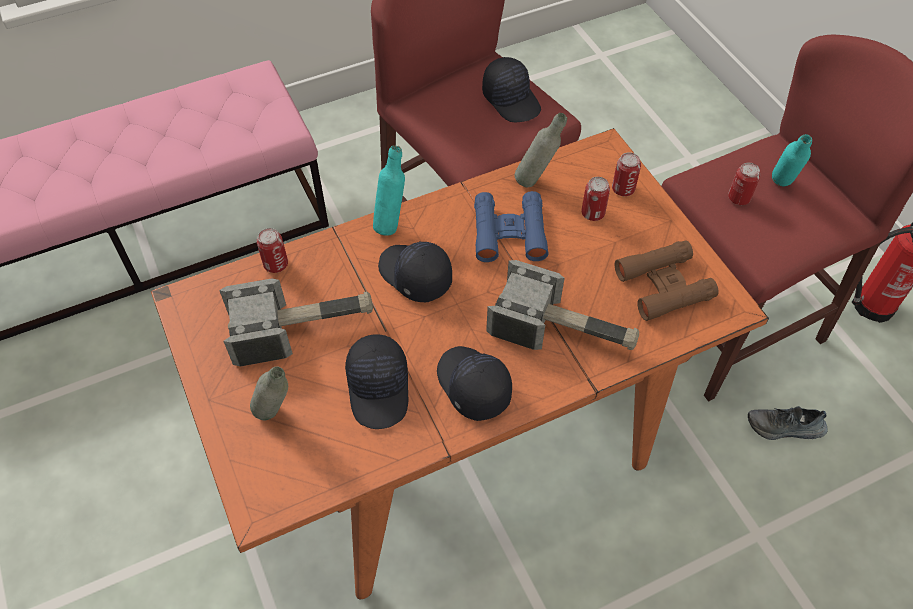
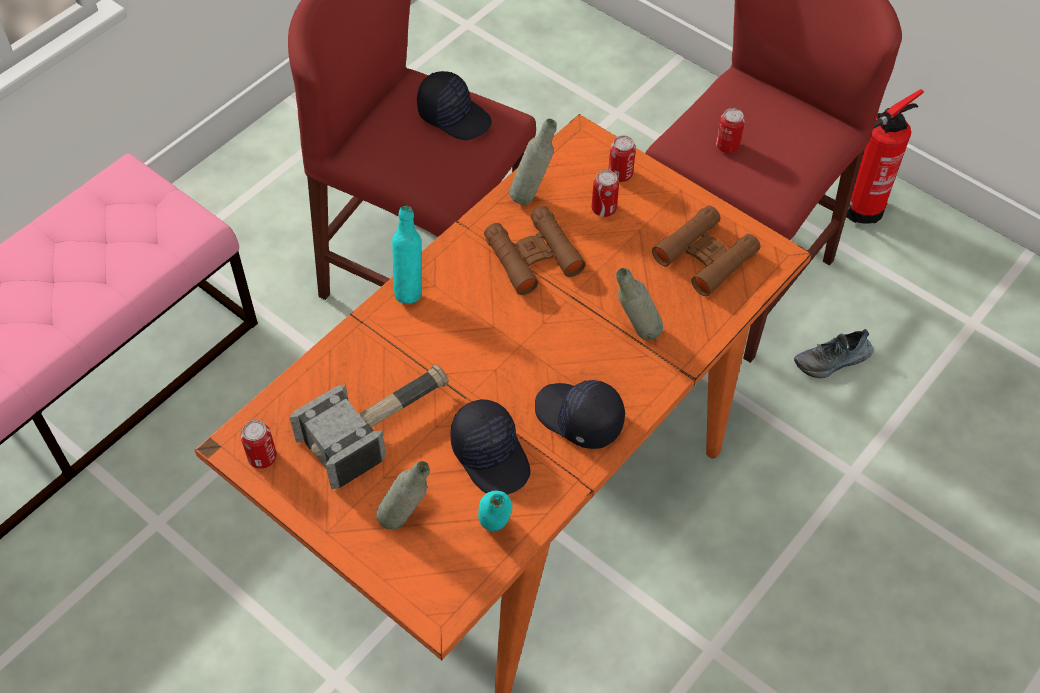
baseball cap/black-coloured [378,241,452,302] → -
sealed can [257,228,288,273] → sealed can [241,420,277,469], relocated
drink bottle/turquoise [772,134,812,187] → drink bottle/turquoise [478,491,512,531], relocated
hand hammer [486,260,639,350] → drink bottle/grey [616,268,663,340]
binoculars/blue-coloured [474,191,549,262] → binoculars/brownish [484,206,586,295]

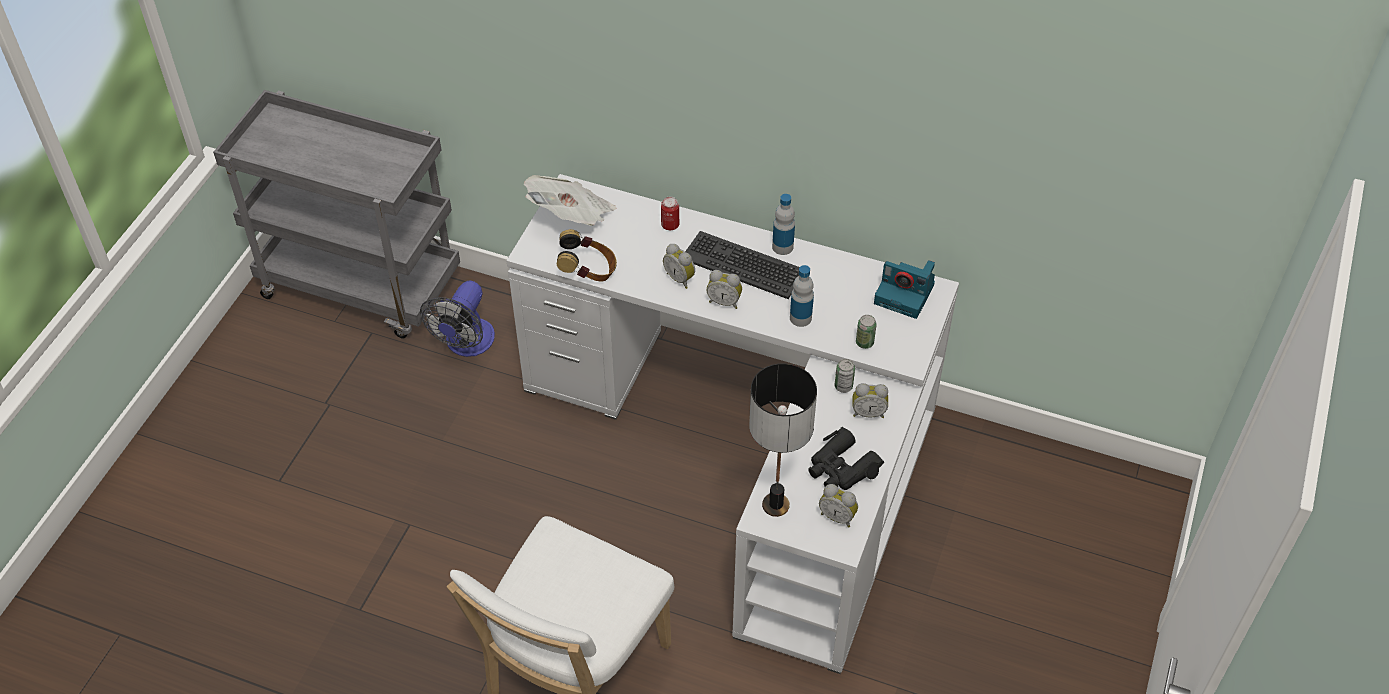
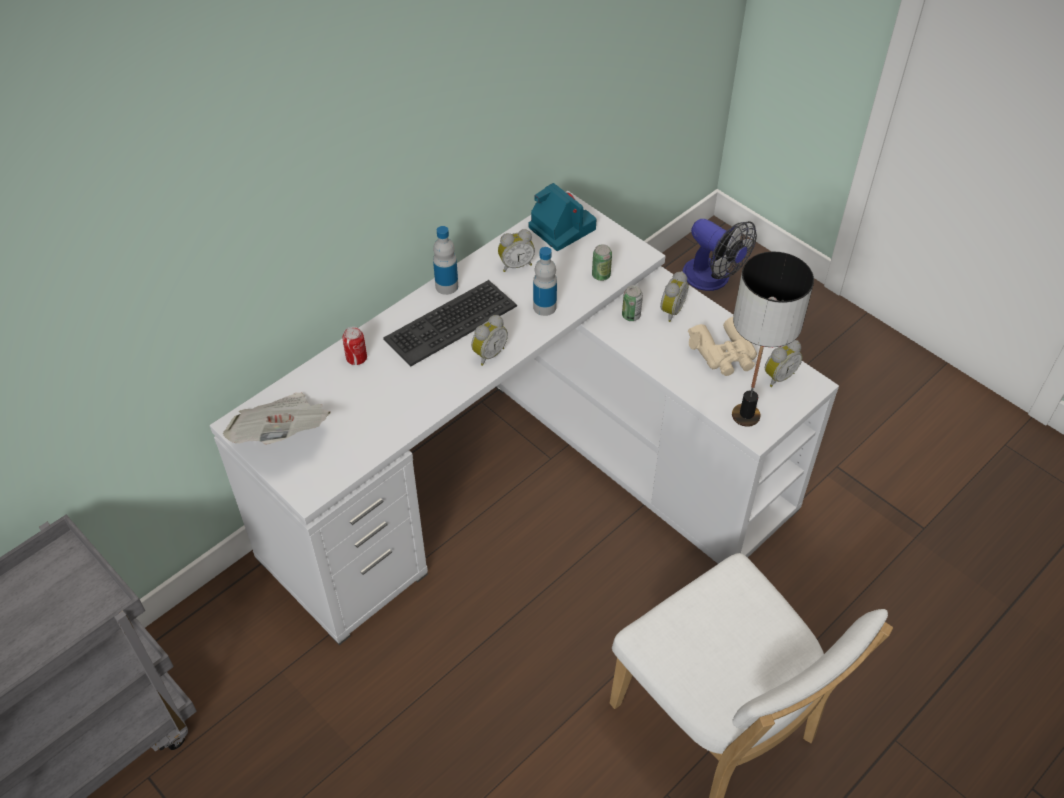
pair of headphones [557,229,617,281] → -
fan [420,281,495,357] → fan [683,219,757,291], relocated
alarm clock [663,244,695,289] → alarm clock [498,229,535,272], relocated
binoculars/black-coloured [808,427,884,490] → binoculars/beige-coloured [688,317,757,376]
still camera [874,260,935,319] → still camera [528,183,597,251], 90 degrees counterclockwise

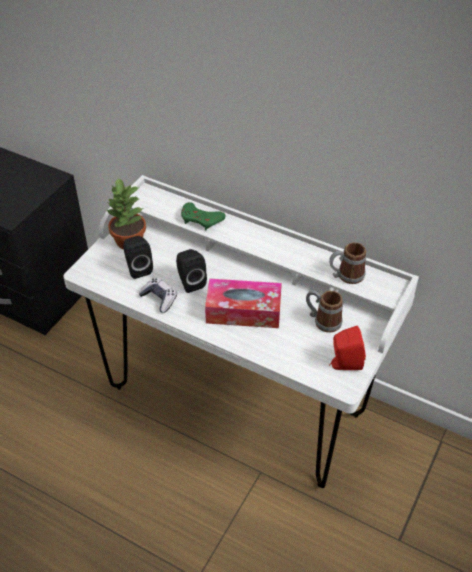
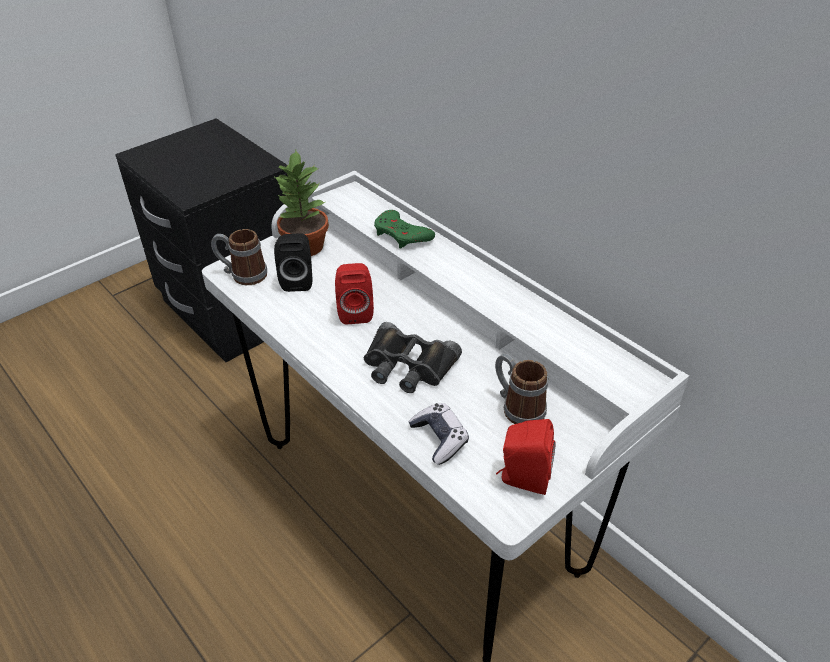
game controller [138,278,177,313] → game controller [408,403,469,465], relocated
mug [329,242,367,284] → mug [211,229,267,285], relocated
tissue box [205,279,282,328] → binoculars/black-coloured [364,322,462,393]
audio speaker/black-coloured [176,249,207,293] → audio speaker/red-coloured [335,263,374,325]

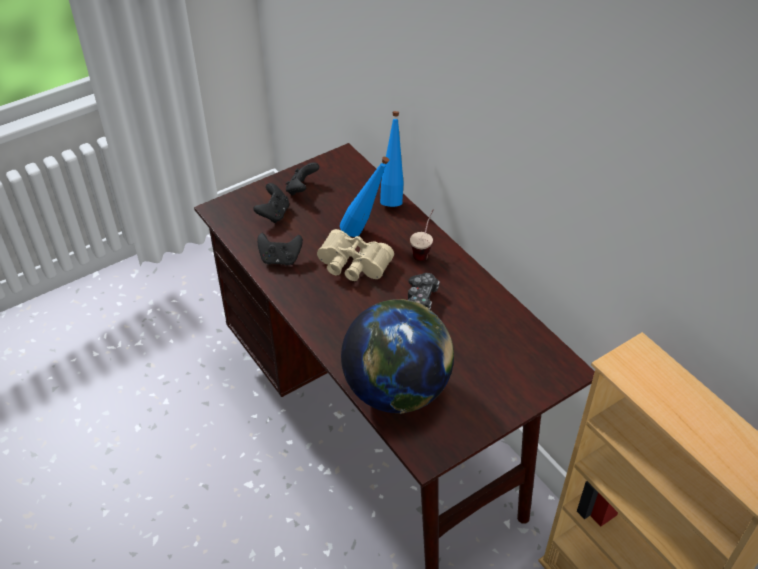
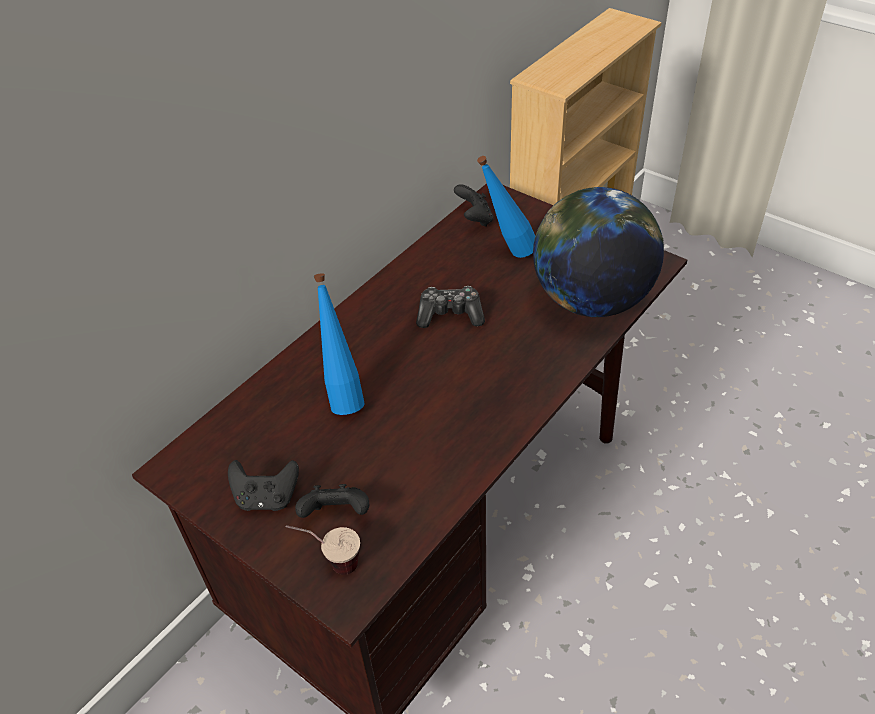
binoculars/beige-coloured [317,229,394,281] → -
game controller/black-coloured [257,233,303,265] → game controller/black-coloured [454,184,493,227], relocated
drink bottle/blue-coloured [380,111,404,207] → drink bottle/blue-coloured [477,156,535,258], relocated
small cup [410,209,434,261] → small cup [286,525,360,575], relocated

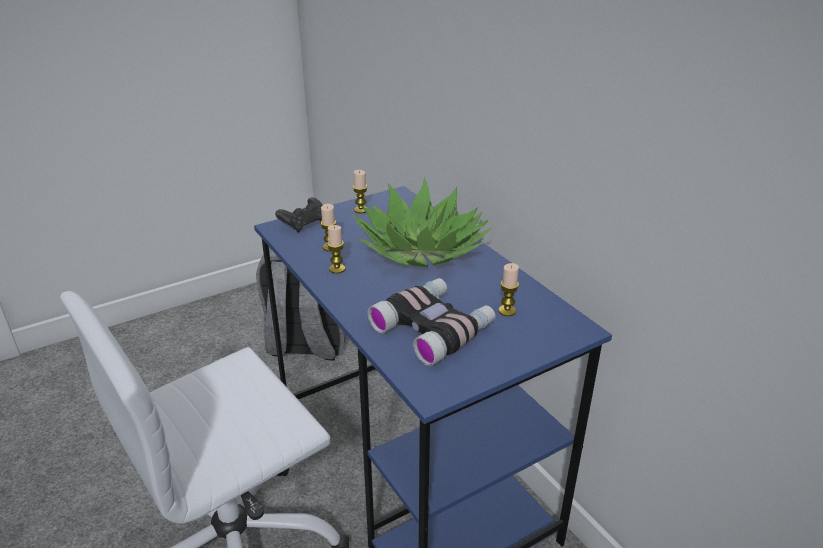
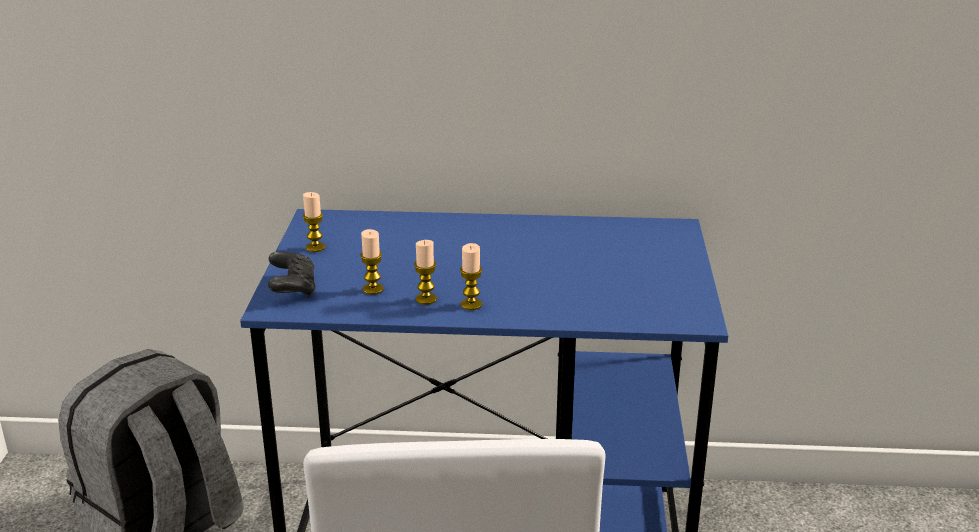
houseplant [352,177,492,267] → -
binoculars [367,278,496,366] → -
wax light [498,263,519,316] → wax light [460,243,482,310], relocated

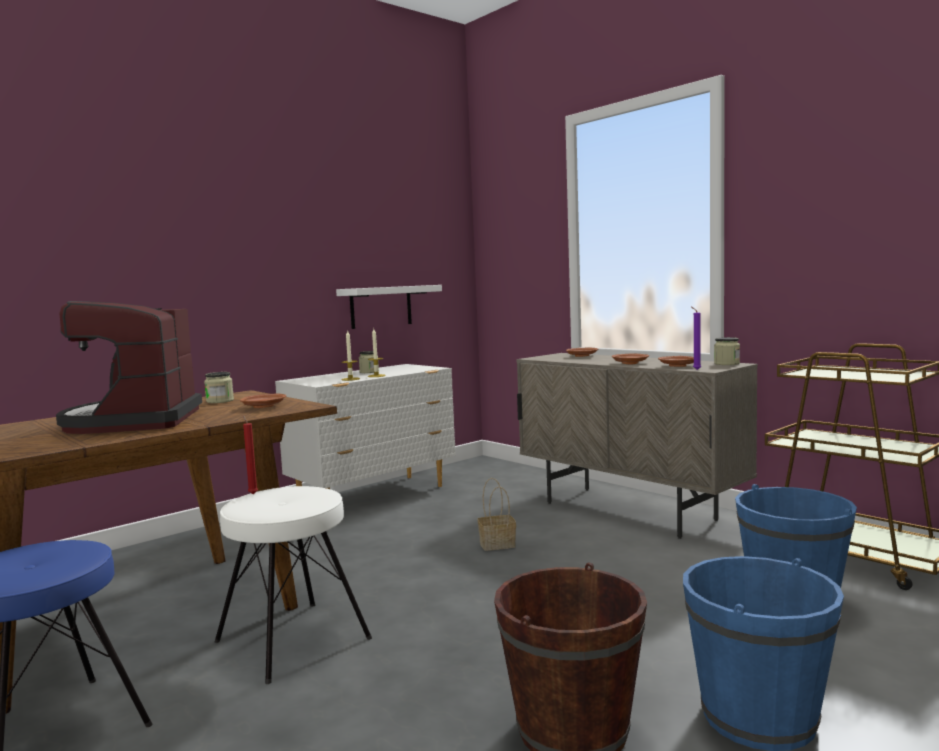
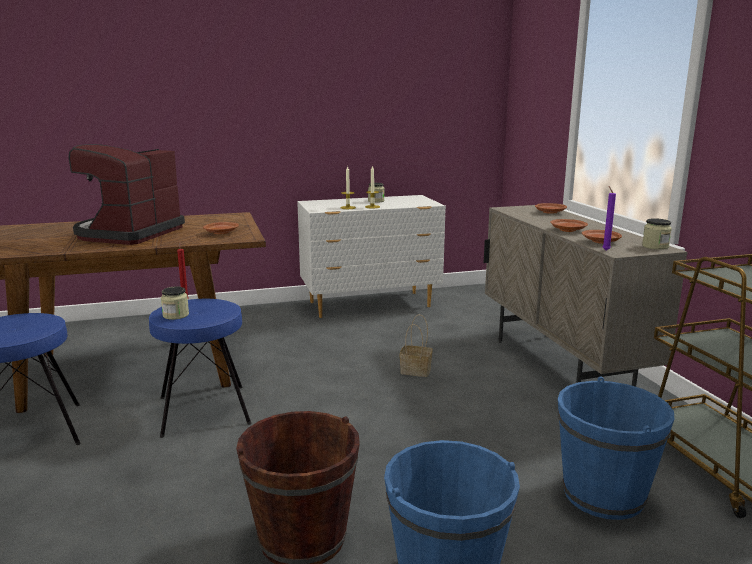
wall shelf/white-coloured [336,285,442,329] → -
preserve jar [204,372,234,403] → preserve jar [161,286,189,320], relocated
stool/white-coloured [215,486,372,684] → stool/blue-coloured [149,299,252,438]

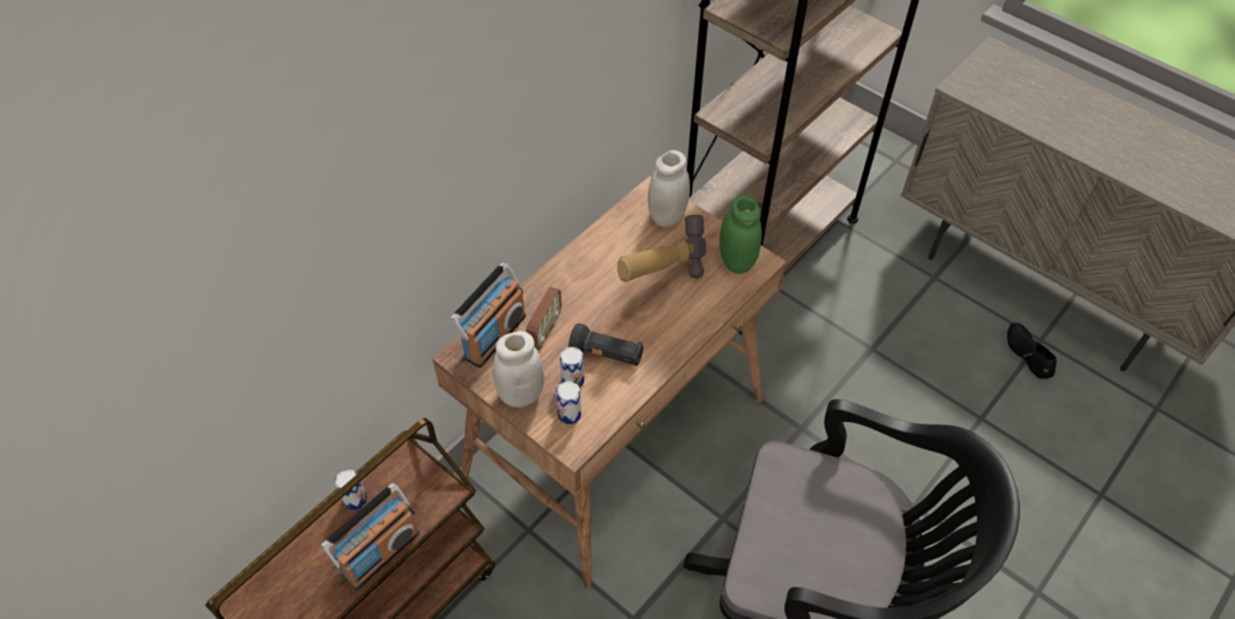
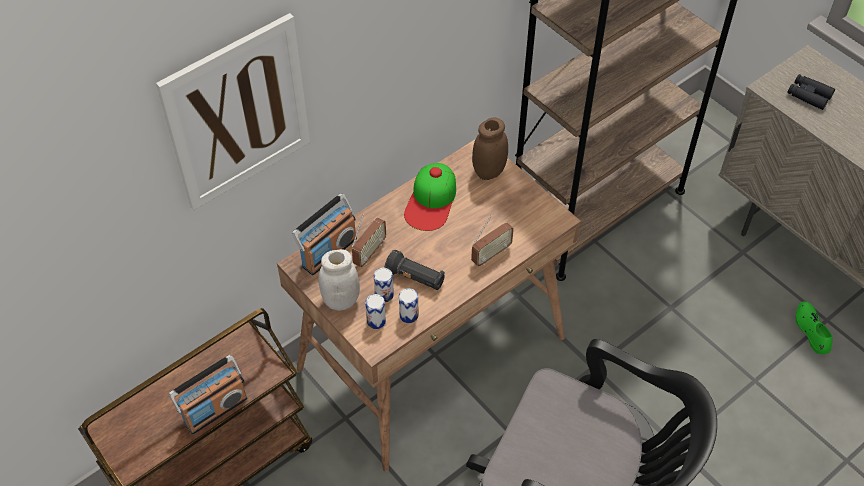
hand hammer [617,215,706,282] → -
preserve jar/green-coloured [719,195,762,274] → -
- → picture [156,13,310,210]
- → baseball cap [404,163,456,231]
- → radio set [471,216,514,266]
- → binoculars/black-coloured [787,74,835,110]
sealed can [335,470,367,510] → sealed can [399,288,419,323], relocated
preserve jar/white-coloured [648,150,690,227] → preserve jar/brownish [472,118,508,180]
item of footwear/black-coloured [1007,323,1057,379] → item of footwear/green-coloured [796,301,833,354]

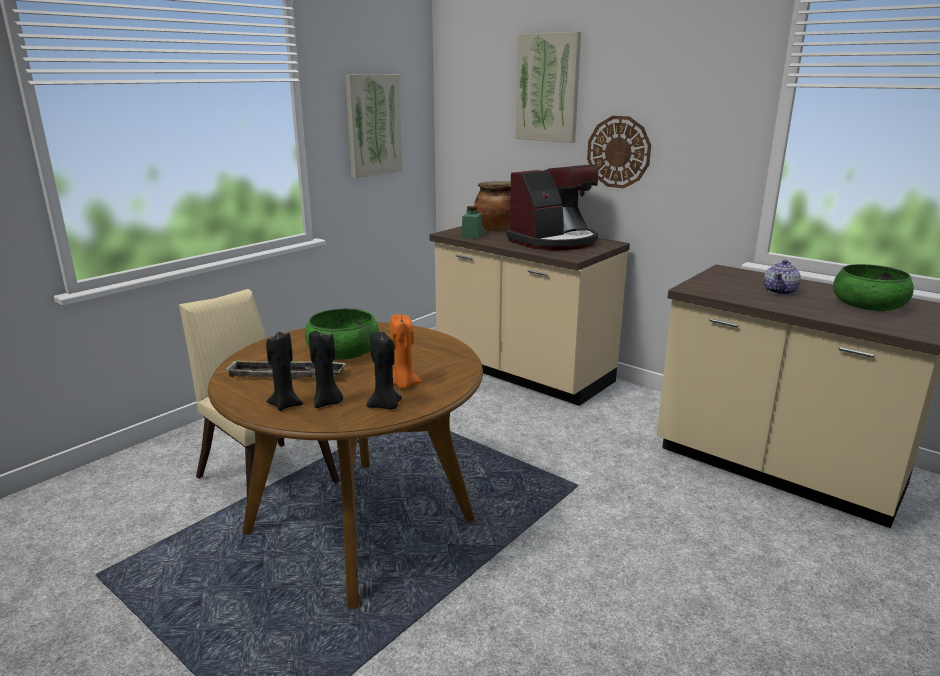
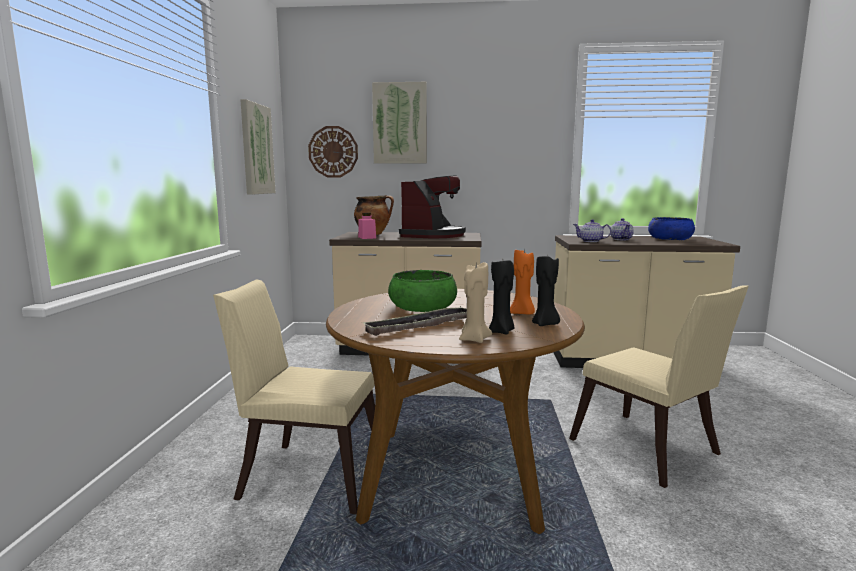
- → plain chair/beige-coloured [569,285,749,488]
- → pot for tea [573,219,611,242]
wall clock [587,116,651,188] → wall clock [308,126,358,178], relocated
wax light/black-coloured [266,332,303,411] → wax light/beige-coloured [459,262,492,343]
preserve jar/green-coloured [462,206,482,239] → preserve jar/pinkish [358,213,376,239]
deep dish/green-coloured [833,264,914,311] → deep dish/blue-coloured [648,217,695,240]

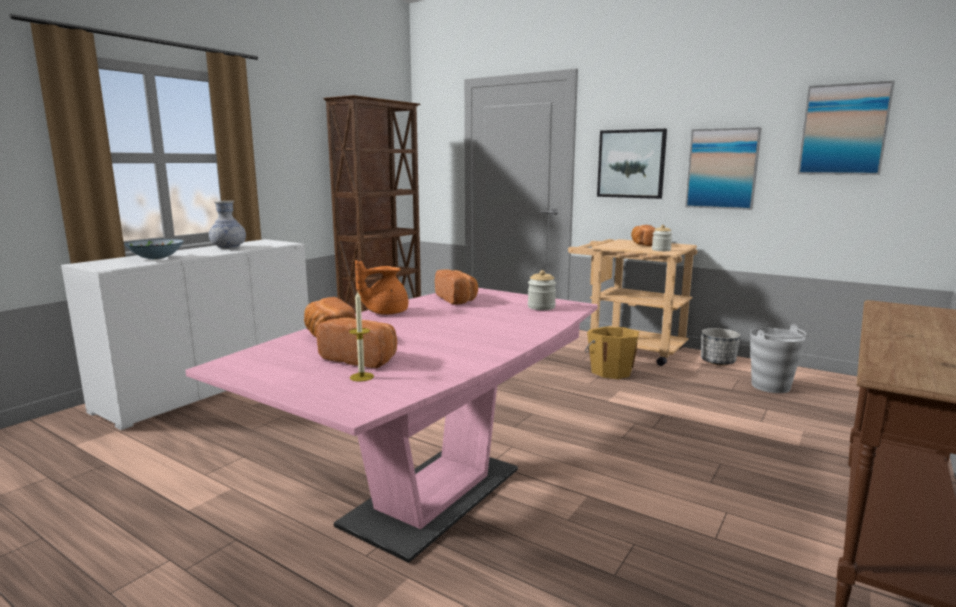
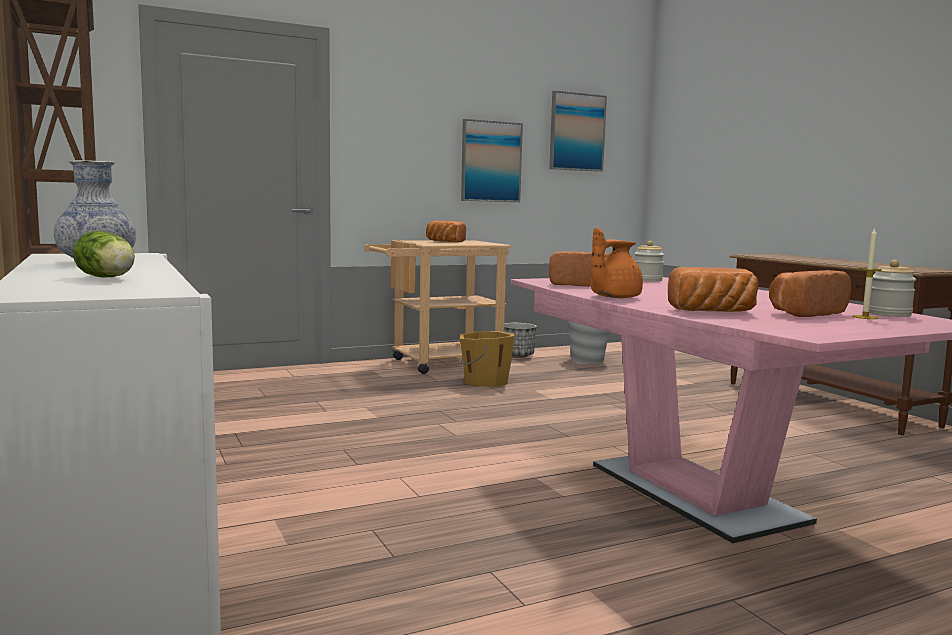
picture [597,129,667,199] → -
preserve jar [652,225,672,251] → preserve jar [869,260,916,317], relocated
deep dish [124,239,184,259] → head of lettuce [73,231,135,278]
pot for tea/orange [355,260,408,315] → pot for tea/orange [591,228,643,298], 45 degrees clockwise

